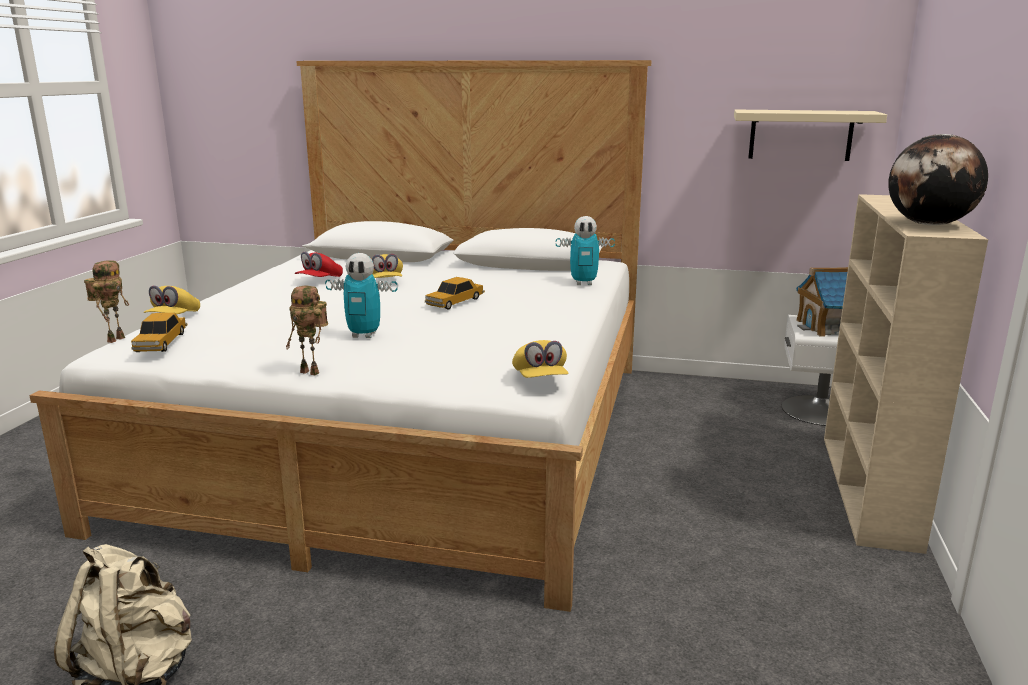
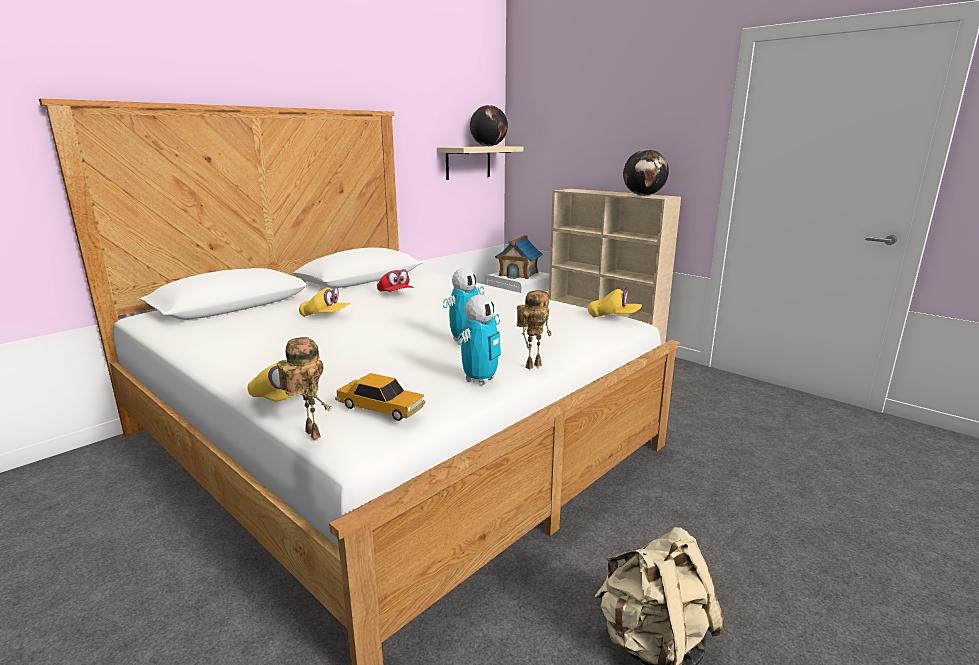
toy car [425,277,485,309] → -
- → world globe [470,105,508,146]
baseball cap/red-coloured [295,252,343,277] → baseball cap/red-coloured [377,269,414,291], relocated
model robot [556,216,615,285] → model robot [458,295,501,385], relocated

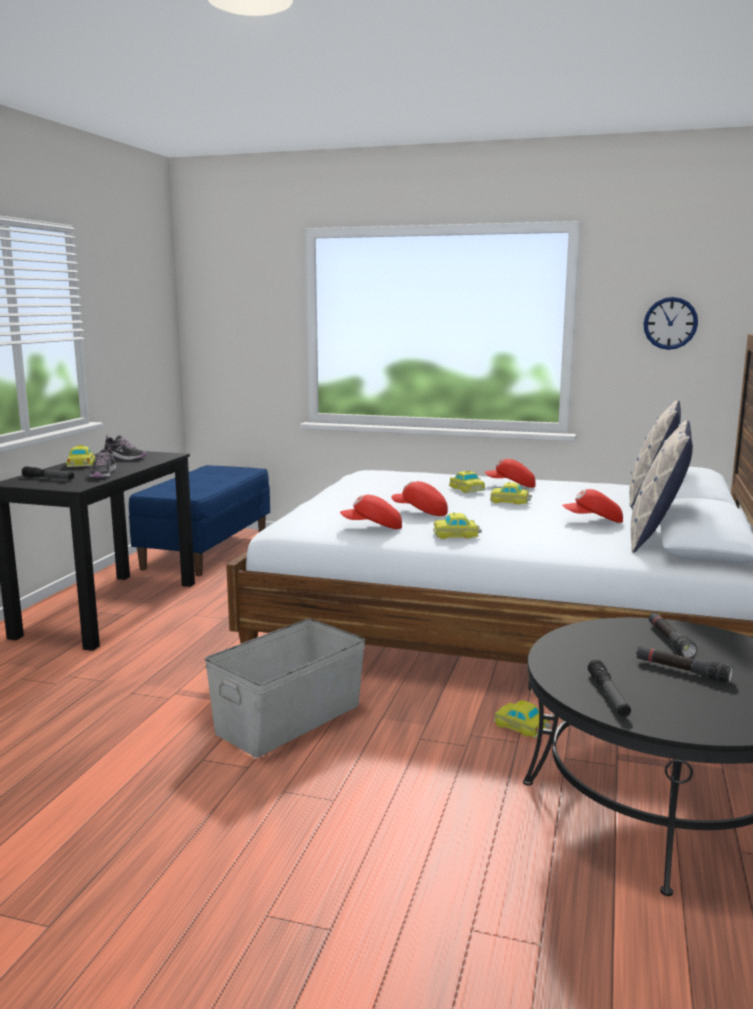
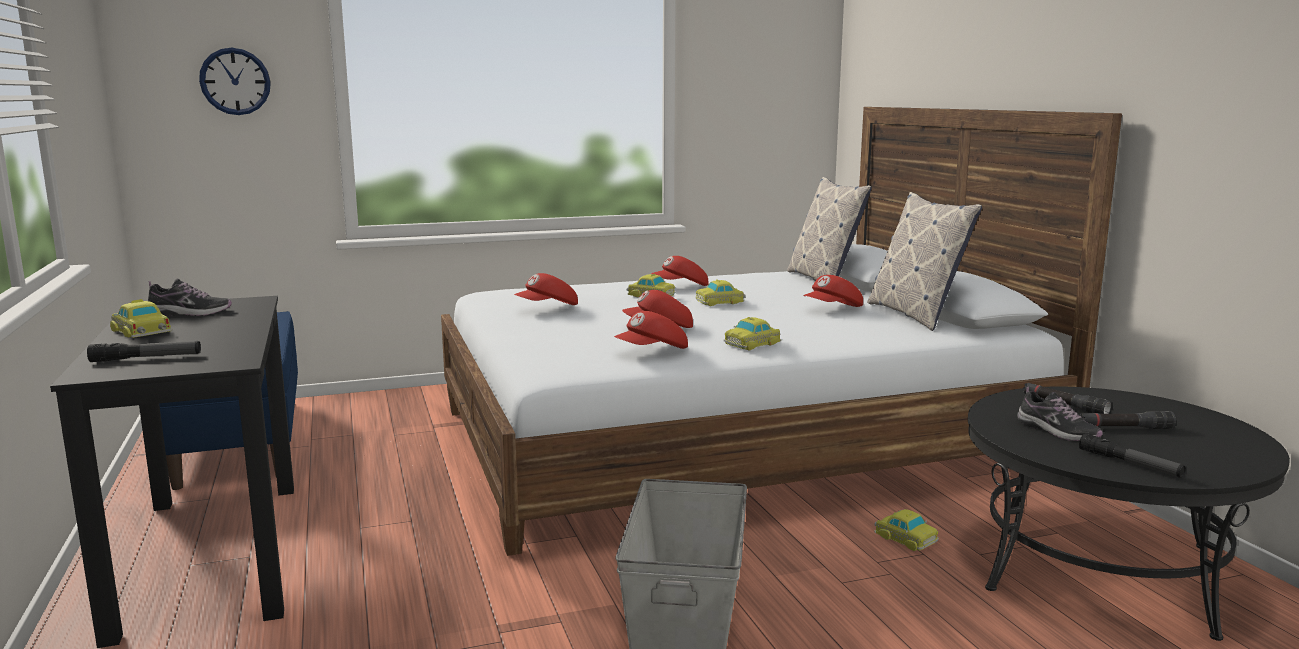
- → baseball cap/red-coloured [514,273,578,305]
item of footwear [90,447,116,478] → item of footwear [1017,387,1102,441], relocated
wall clock [644,297,698,350] → wall clock [199,48,271,115], relocated
toy car [494,700,551,738] → toy car [874,509,939,551], 135 degrees counterclockwise

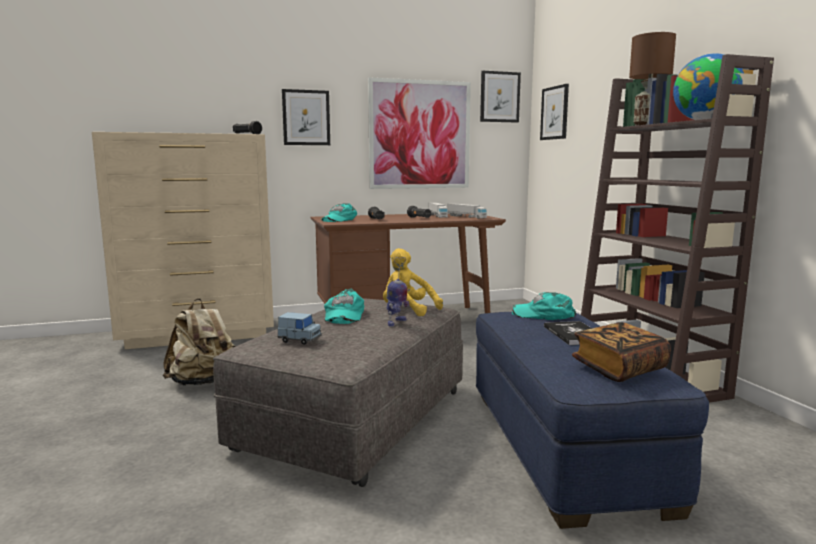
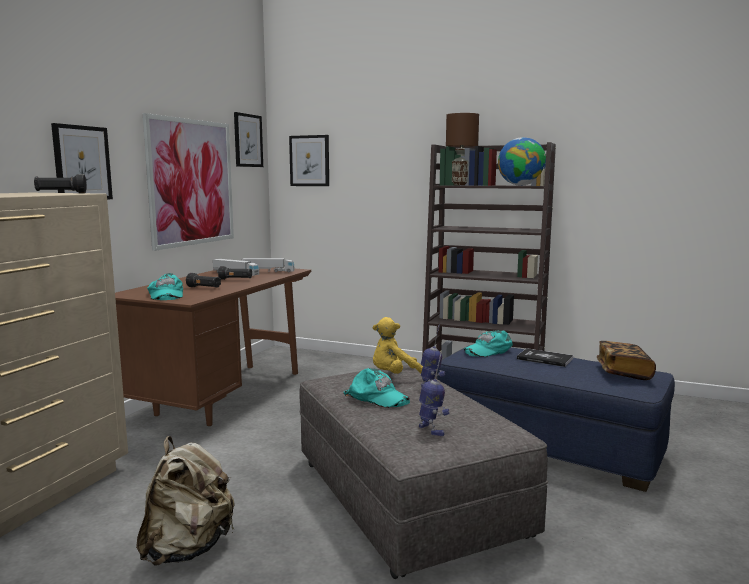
toy car/blue-coloured [278,312,322,345] → model robot [419,353,449,436]

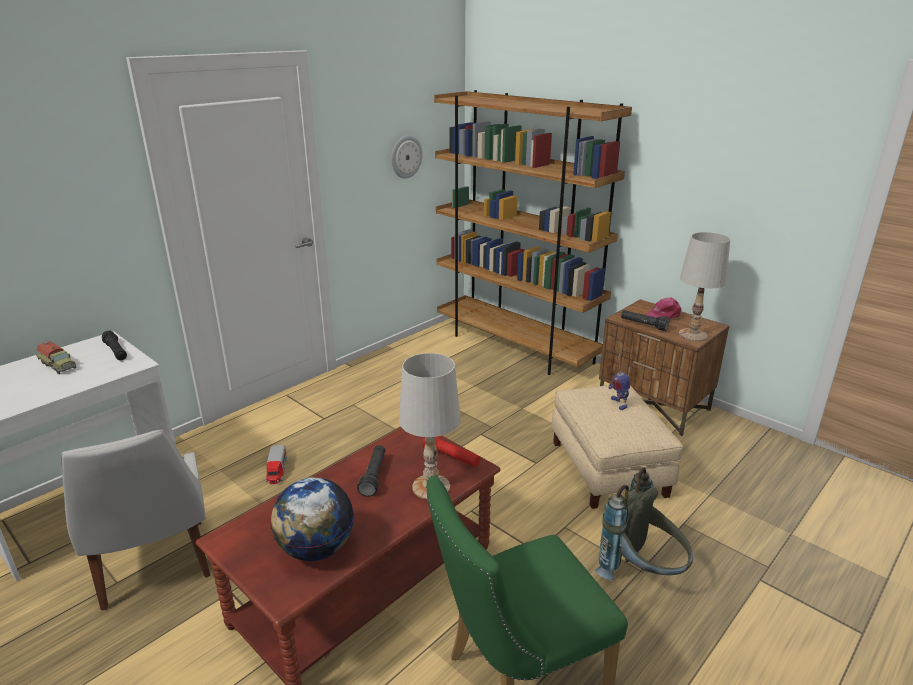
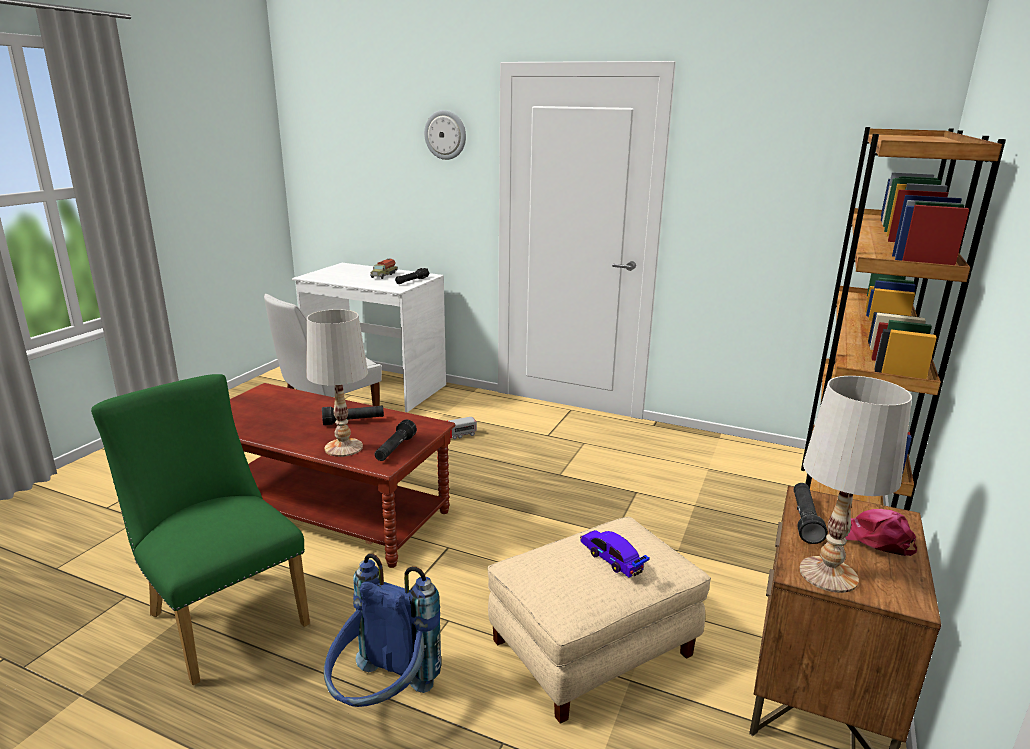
world globe [271,477,354,561] → -
wall clock [391,135,423,179] → wall clock [424,110,466,160], relocated
model robot [609,354,630,410] → toy car [580,530,650,578]
flashlight/red-coloured [423,436,480,467] → flashlight/black-coloured [375,419,417,461]
backpack/grey [595,467,693,580] → backpack/blue-coloured [324,553,441,707]

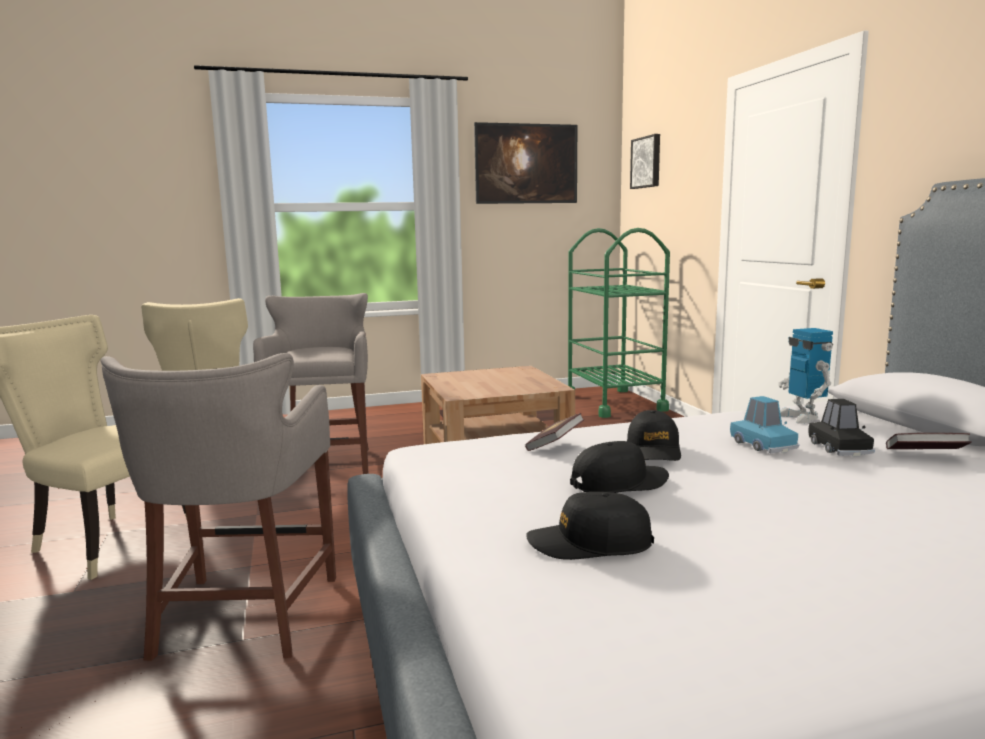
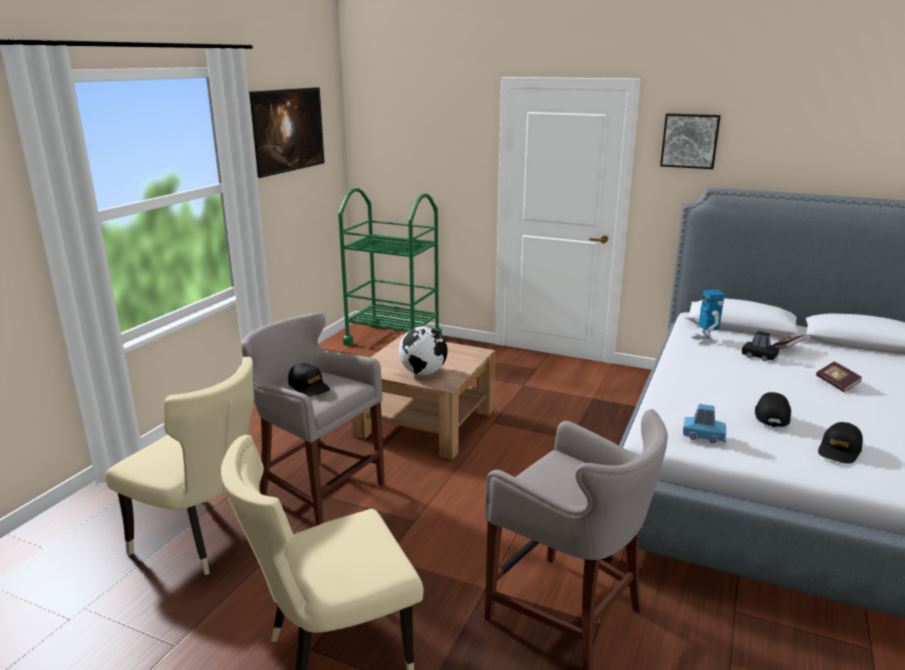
- → world globe [399,326,448,375]
bound book [525,413,584,451] → bound book [816,361,862,392], relocated
baseball cap/black-coloured [627,410,681,461] → baseball cap/black-coloured [288,363,330,396], relocated
picture [630,134,660,189] → picture [660,113,721,169], relocated
toy car/blue-coloured [730,396,800,453] → toy car/blue-coloured [683,404,727,443], relocated
model robot [779,328,833,424] → model robot [691,290,725,344], 60 degrees clockwise

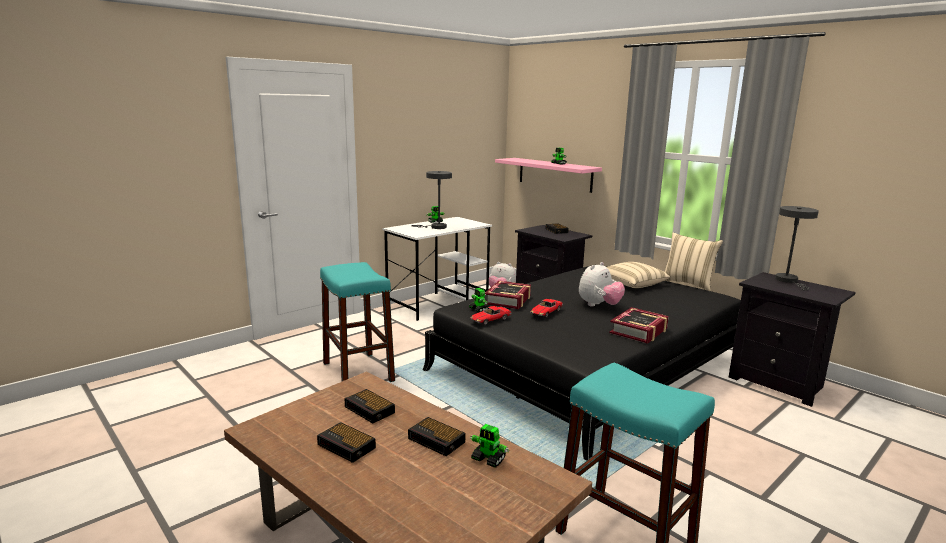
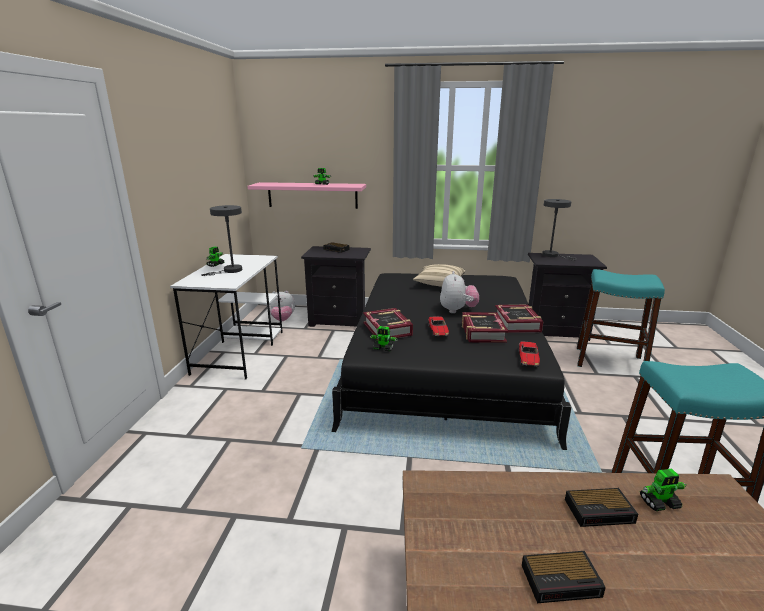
alarm clock [344,389,395,423] → -
pillow/beige-coloured [664,232,723,291] → -
- → bound book [462,312,508,343]
stool/turquoise [320,262,395,382] → stool/turquoise [577,269,665,367], relocated
toy car [470,306,512,325] → toy car [519,341,540,367], relocated

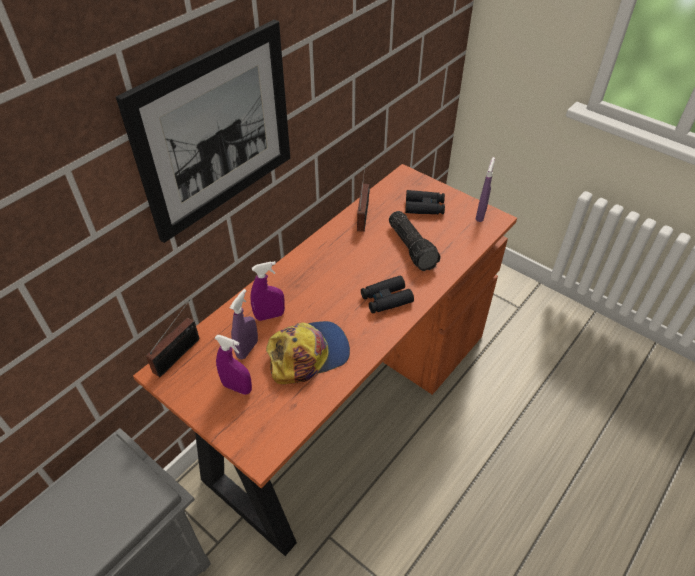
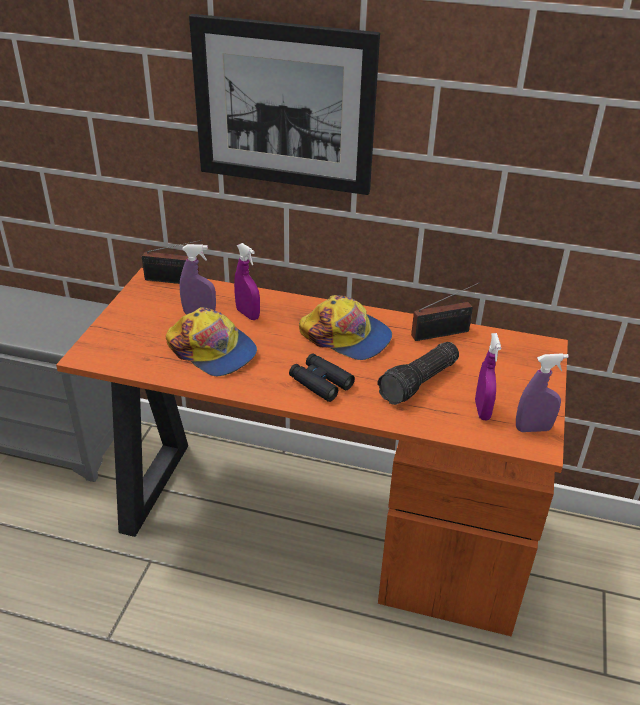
binoculars/black-coloured [405,190,445,214] → -
- → baseball cap [299,295,392,360]
spray bottle/purple-coloured [215,335,252,395] → spray bottle/purple-coloured [475,333,501,421], relocated

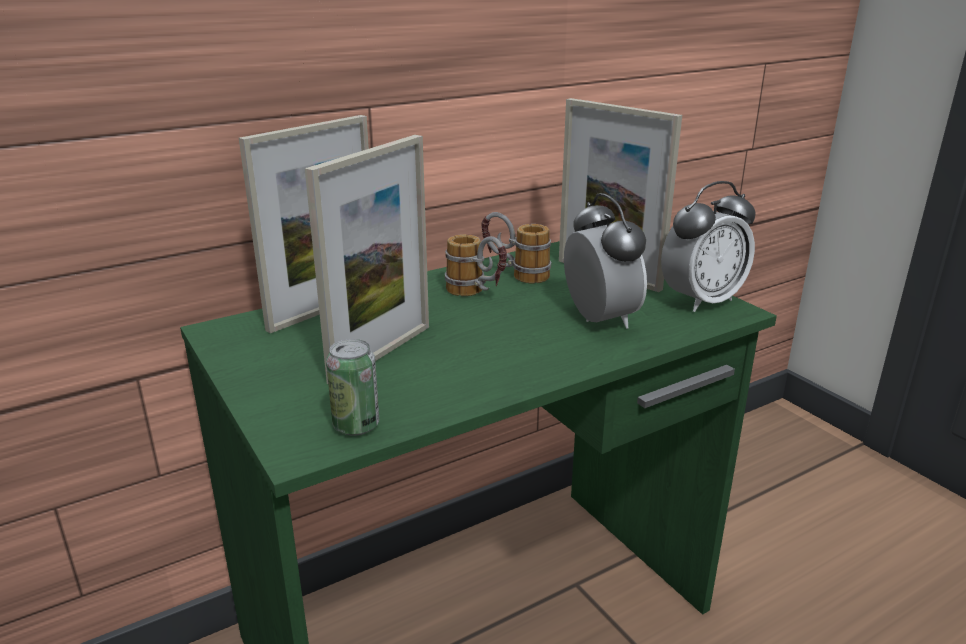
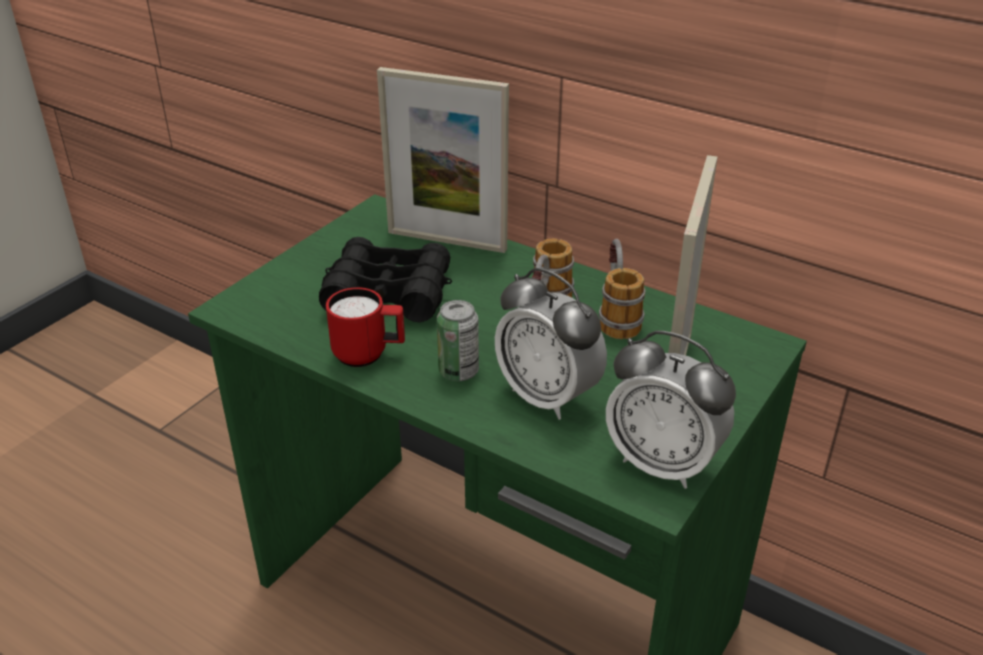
- → mug/red-coloured [326,287,405,367]
sealed can [326,339,379,436] → sealed can [437,300,479,381], relocated
standing frame [305,135,429,384] → binoculars/black-coloured [319,237,452,322]
alarm clock [564,193,647,329] → alarm clock [495,268,607,420], 90 degrees clockwise

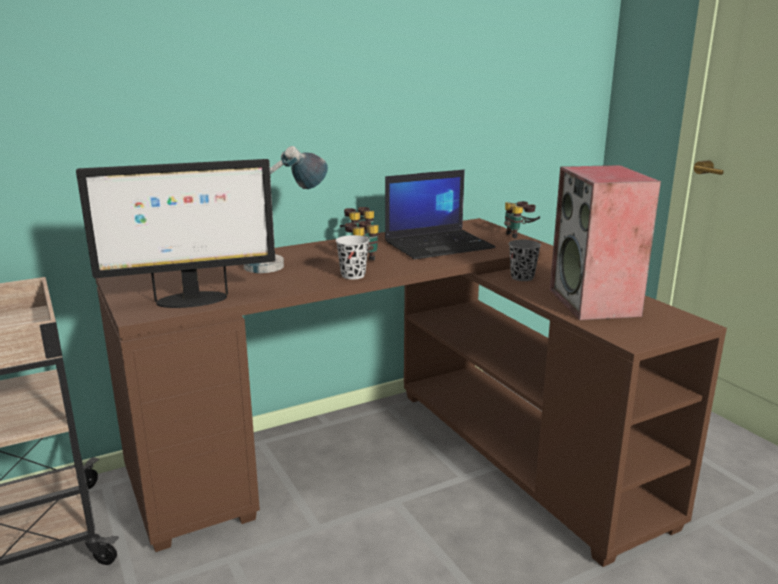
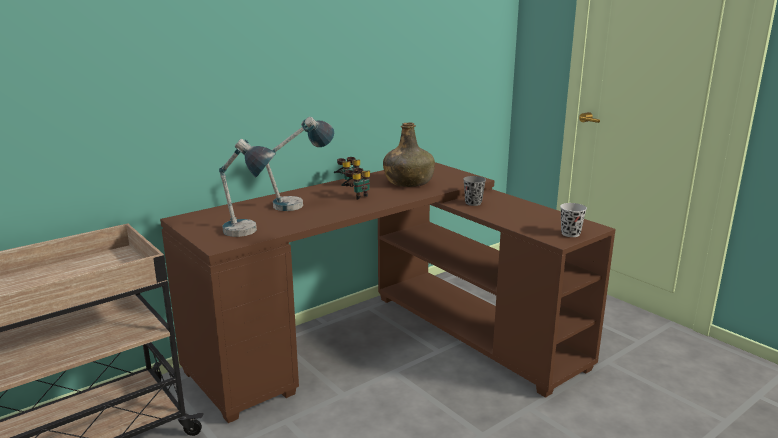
binoculars [504,201,540,239] → -
audio speaker [550,165,661,320] → -
small cup/black-coloured [336,235,369,279] → small cup/black-coloured [560,203,587,237], relocated
computer display [76,159,275,308] → tabletop lamp [219,139,276,237]
portable computer [385,169,495,259] → drink bottle/green-coloured [383,123,435,187]

